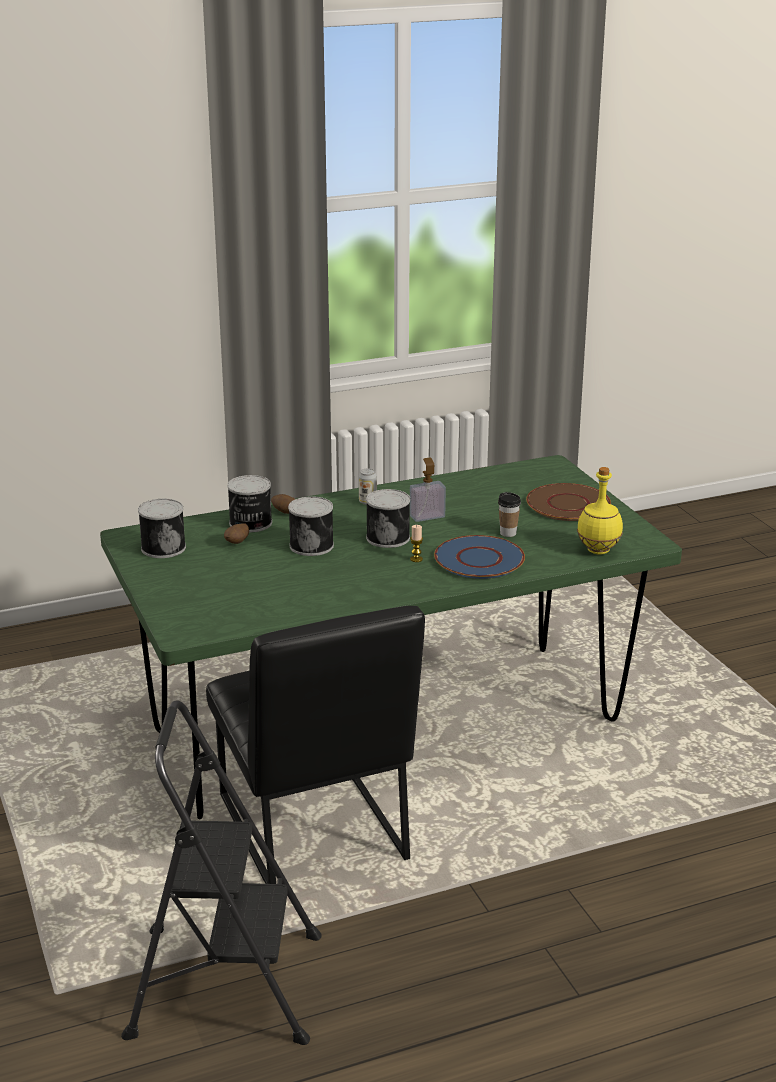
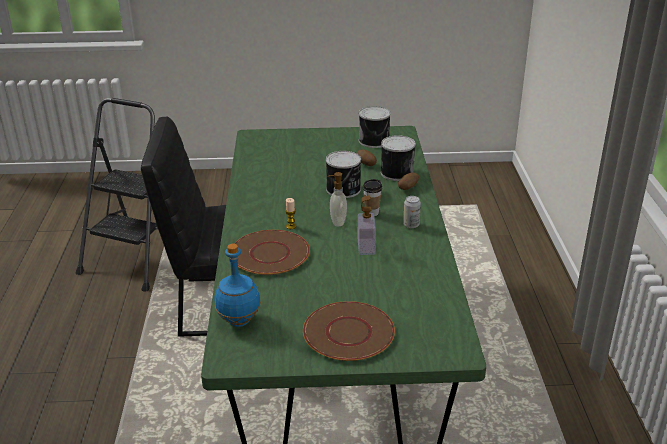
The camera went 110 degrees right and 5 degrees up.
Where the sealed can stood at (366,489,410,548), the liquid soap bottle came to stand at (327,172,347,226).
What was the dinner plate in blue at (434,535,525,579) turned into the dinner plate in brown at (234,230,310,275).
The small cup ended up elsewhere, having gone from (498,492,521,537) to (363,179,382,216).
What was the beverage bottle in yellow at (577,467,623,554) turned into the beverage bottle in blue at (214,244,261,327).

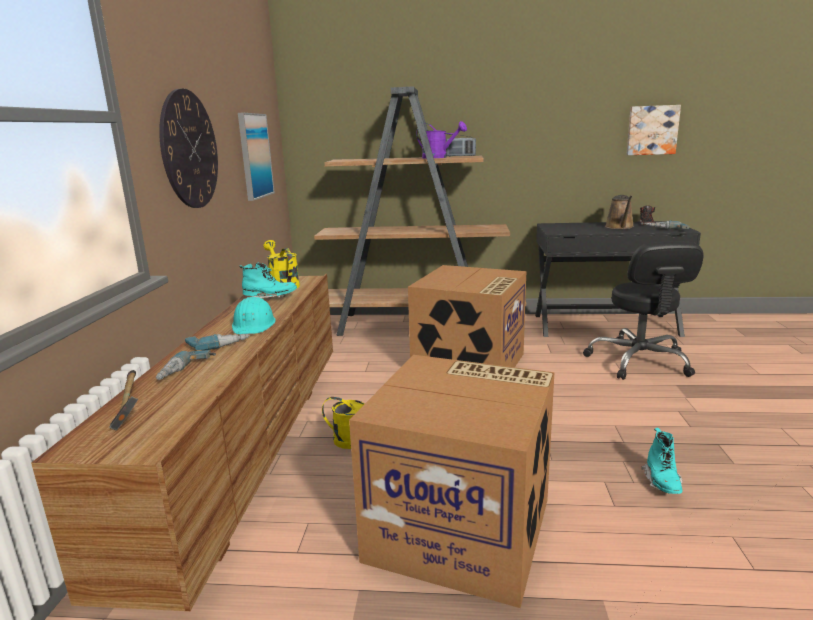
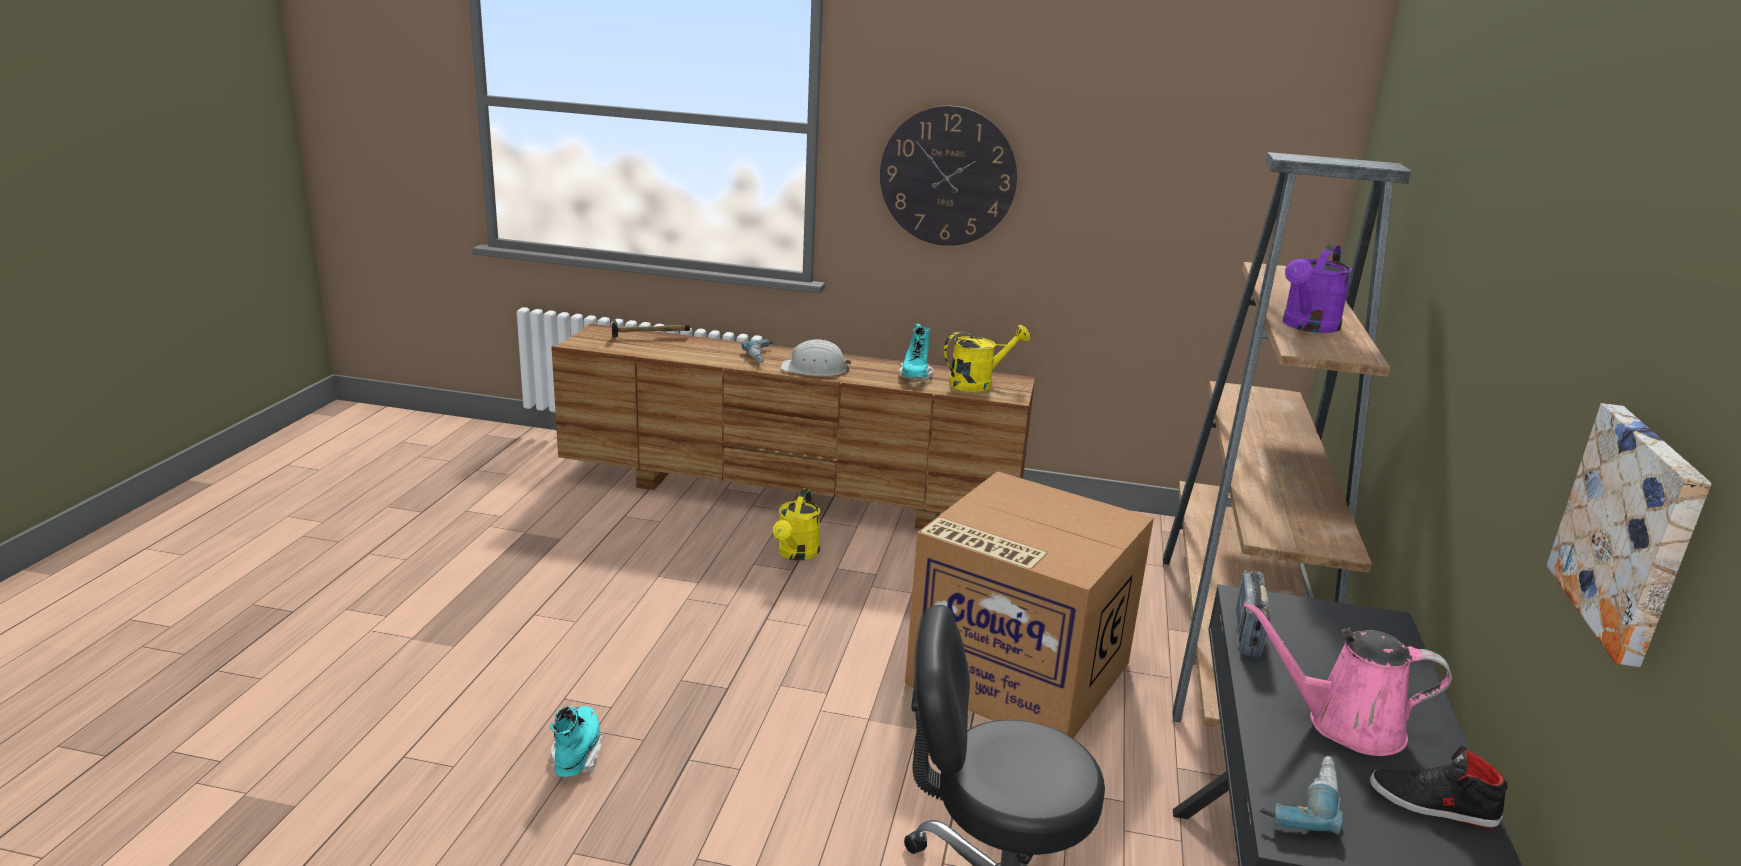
The camera went 95 degrees right and 5 degrees up.
The second view lost the electric drill at (156,350,216,380).
What was the safety helmet in blue-green at (232,297,276,334) turned into the safety helmet in white at (781,340,851,377).
The second view lost the picture at (238,113,275,201).
The second view lost the cardboard box at (349,355,555,608).
The radio set ended up elsewhere, having gone from (446,135,476,156) to (1236,570,1271,658).
What was the watering can in brown at (605,195,634,229) turned into the watering can in pink at (1244,601,1452,756).
The boot in blue-green at (641,428,682,494) ended up facing another way, 75 degrees clockwise from before.

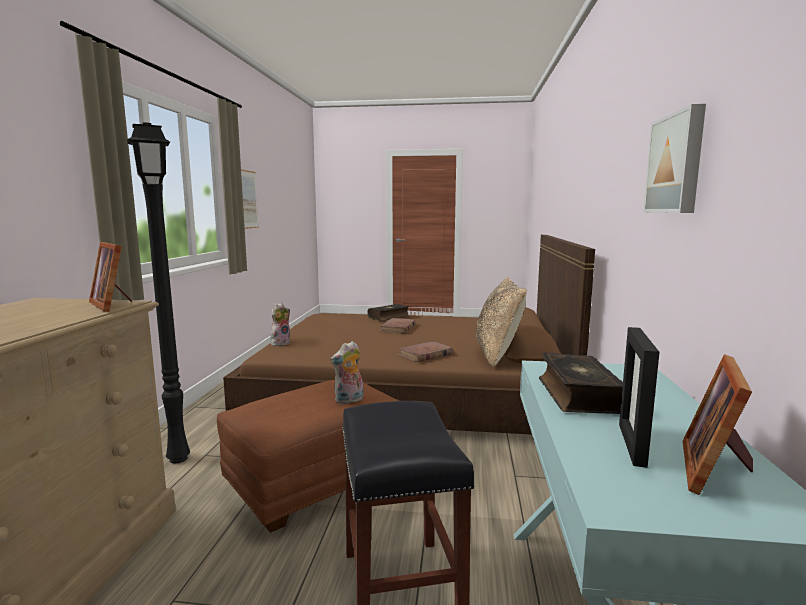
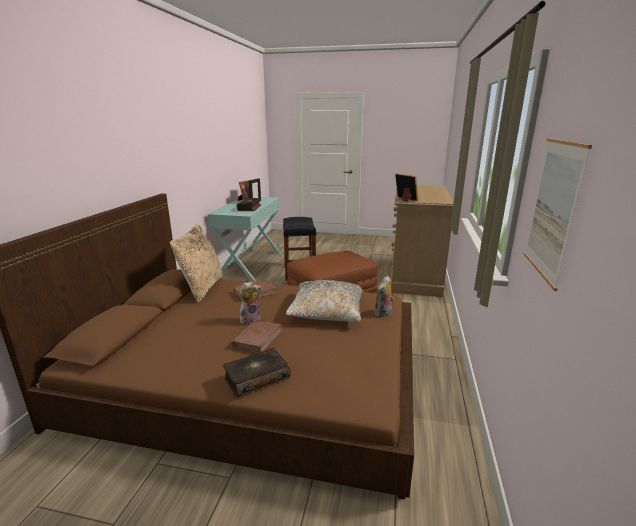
The camera went 175 degrees left and 10 degrees up.
The second view lost the floor lamp in black at (127,122,190,463).
The plush toy ended up elsewhere, having gone from (330,341,363,404) to (240,281,262,324).
The second view lost the picture at (643,104,706,213).
The second view gained the pillow in white at (286,280,363,322).

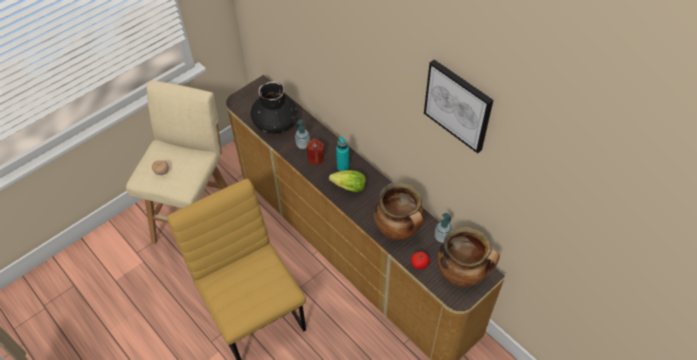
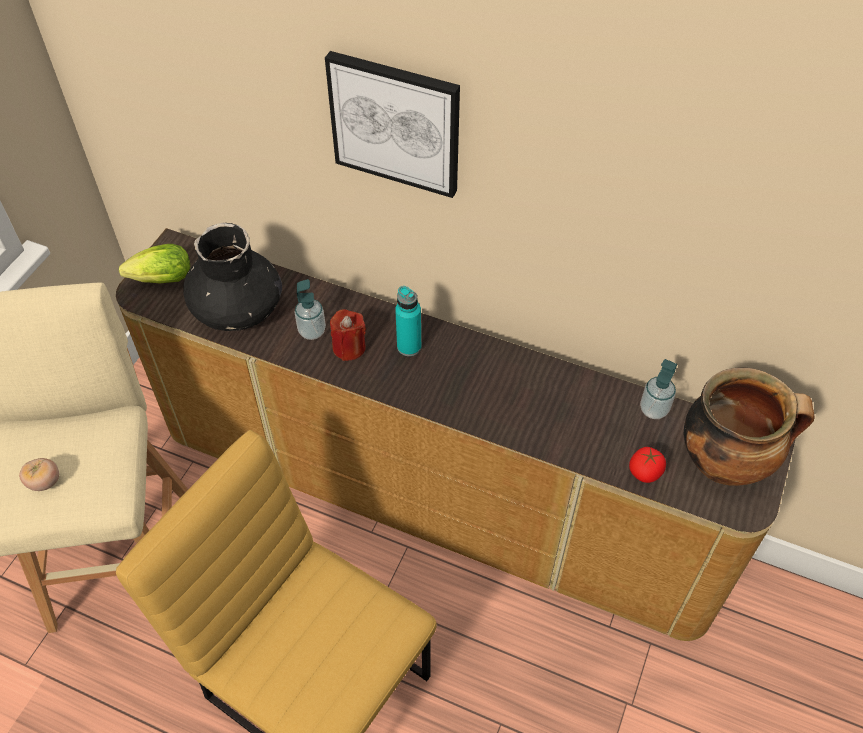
The camera went 25 degrees left and 0 degrees up.
The head of lettuce ended up elsewhere, having gone from (329,170,366,192) to (119,244,190,284).
The second view lost the saucepot at (374,182,424,240).
The picture ended up elsewhere, having gone from (424,59,493,153) to (325,51,460,198).

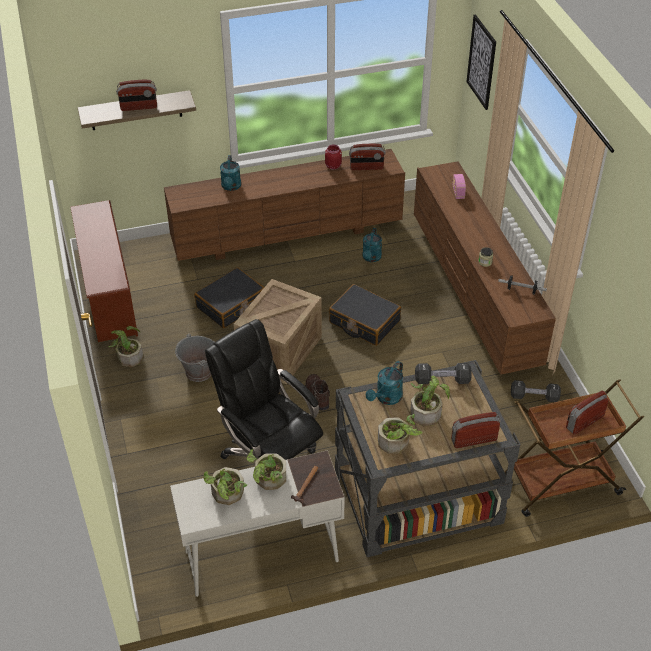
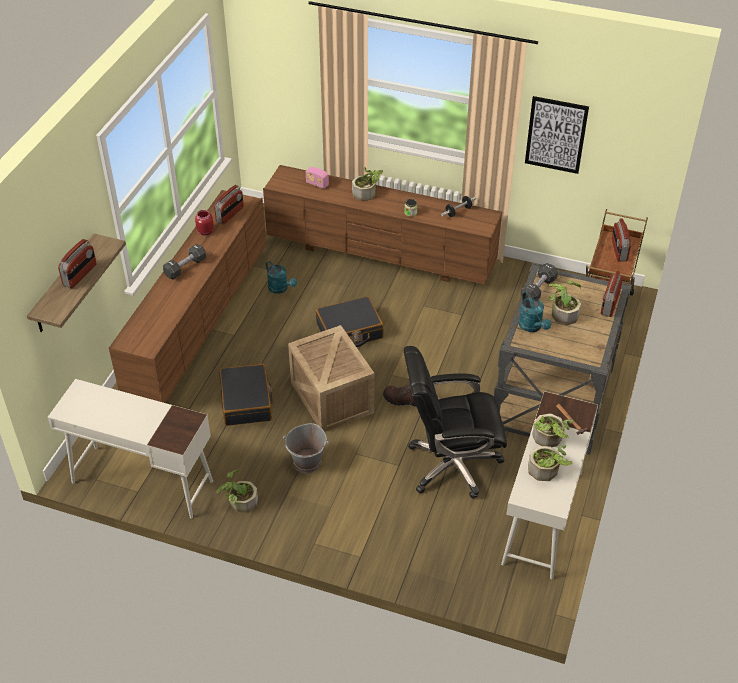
The camera went 55 degrees left and 0 degrees up.
Where the shoe shelf in brown stood at (71,200,138,342), the desk in white came to stand at (48,379,213,519).
The second view lost the watering can in blue-green at (220,155,241,191).
The potted plant ended up elsewhere, having gone from (378,414,423,454) to (352,167,383,201).
The picture ended up elsewhere, having gone from (466,15,496,110) to (525,96,589,174).
The free weight in black ended up elsewhere, having gone from (511,380,561,402) to (163,244,206,280).

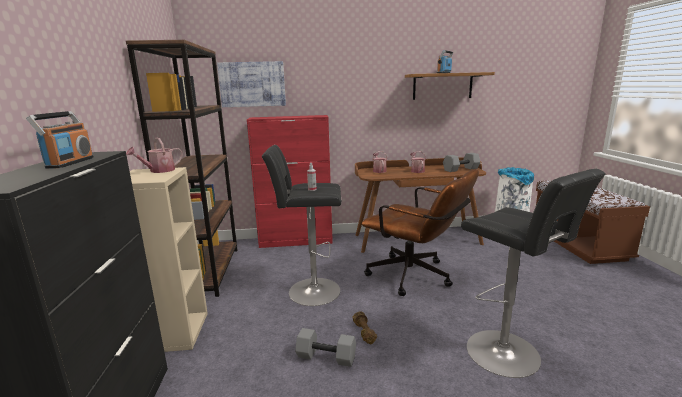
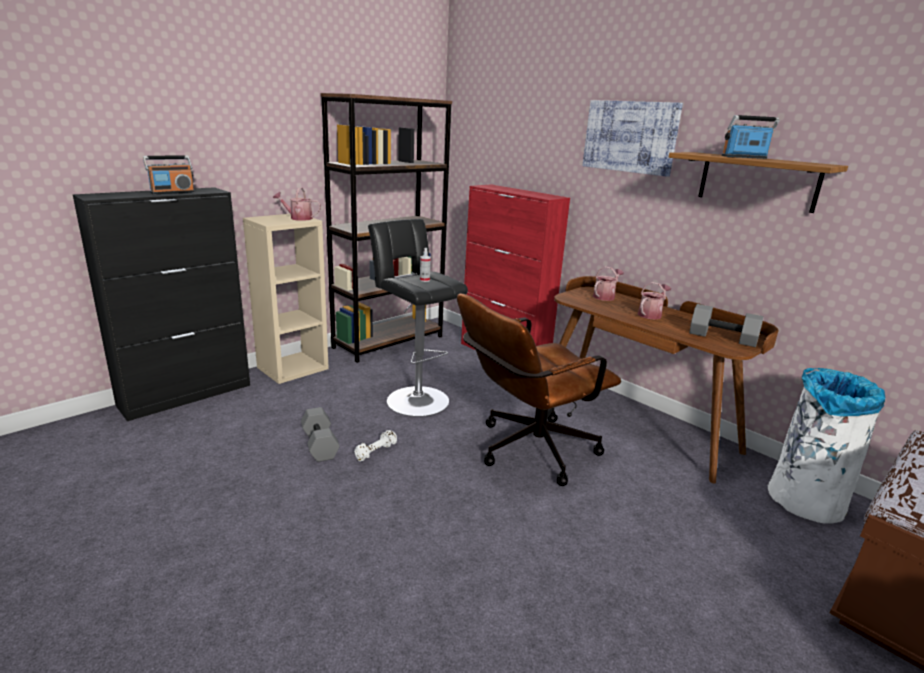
The camera went 50 degrees right and 5 degrees up.
The picture ended up elsewhere, having gone from (217,61,286,107) to (582,100,683,177).
What was the free weight in brown at (352,311,377,345) turned into the free weight in white at (354,430,397,462).
The office chair in brown at (361,169,479,296) ended up facing another way, 60 degrees clockwise from before.
The second view lost the stool seat in black at (461,169,606,378).

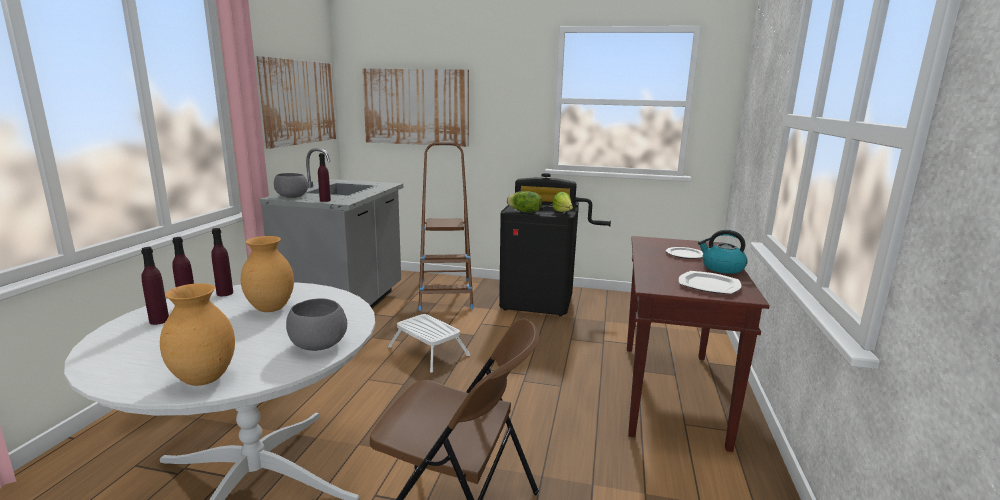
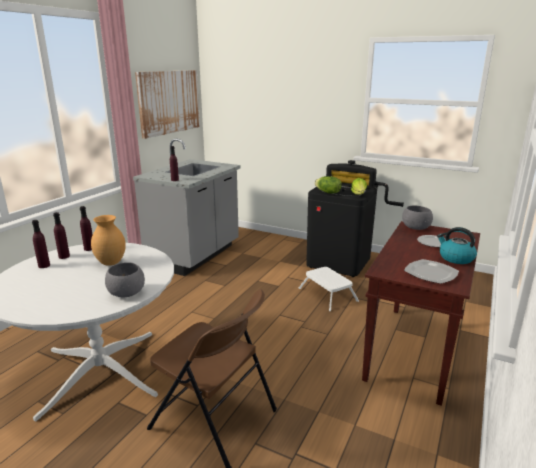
The camera went 15 degrees right and 5 degrees up.
The second view lost the decorative vase in brown at (160,283,235,386).
The serving bowl in gray ended up elsewhere, having gone from (274,173,308,198) to (402,206,433,230).
The second view lost the picture at (362,68,469,147).
The stepladder in white ended up elsewhere, having gone from (388,314,470,372) to (298,267,359,311).
The second view lost the stepladder in brown at (418,142,474,311).

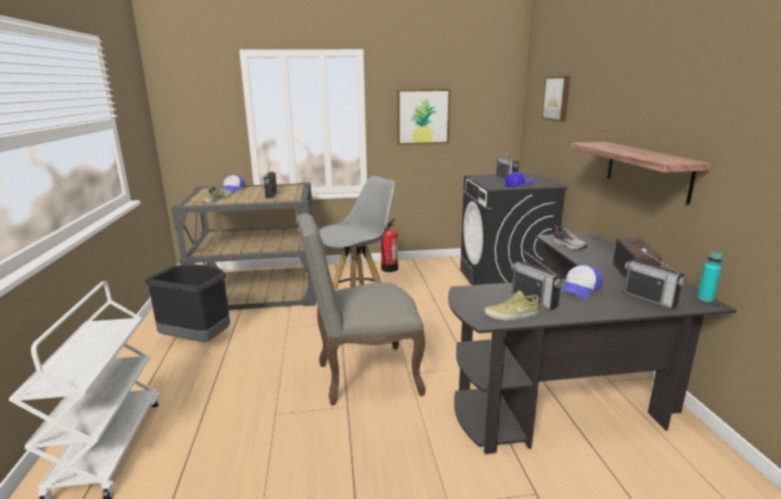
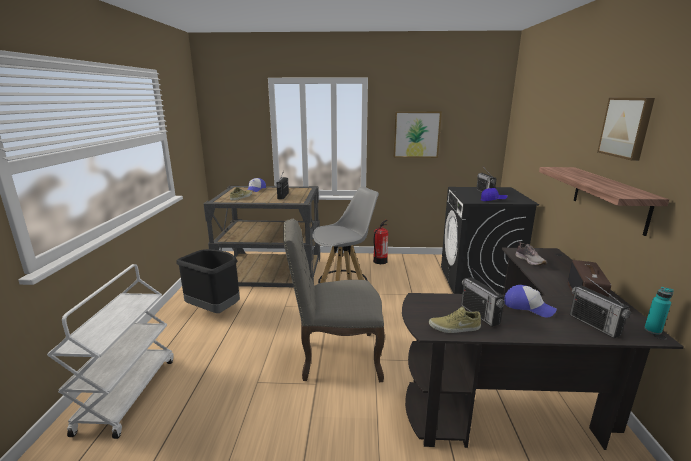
The camera went 10 degrees right and 0 degrees up.
The picture ended up elsewhere, having gone from (542,76,570,122) to (597,98,655,161).
The cap at (561,265,603,298) ended up facing another way, 105 degrees counterclockwise from before.

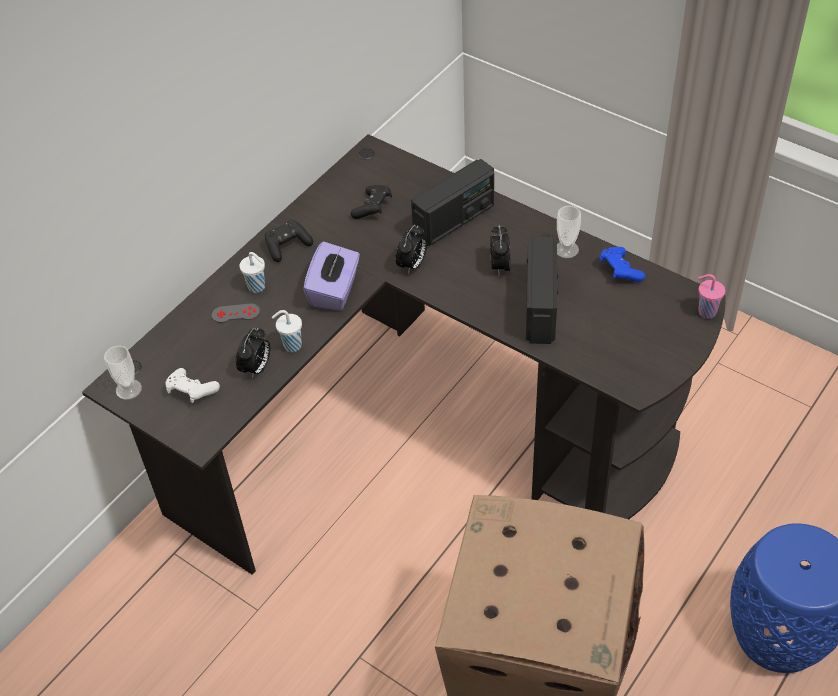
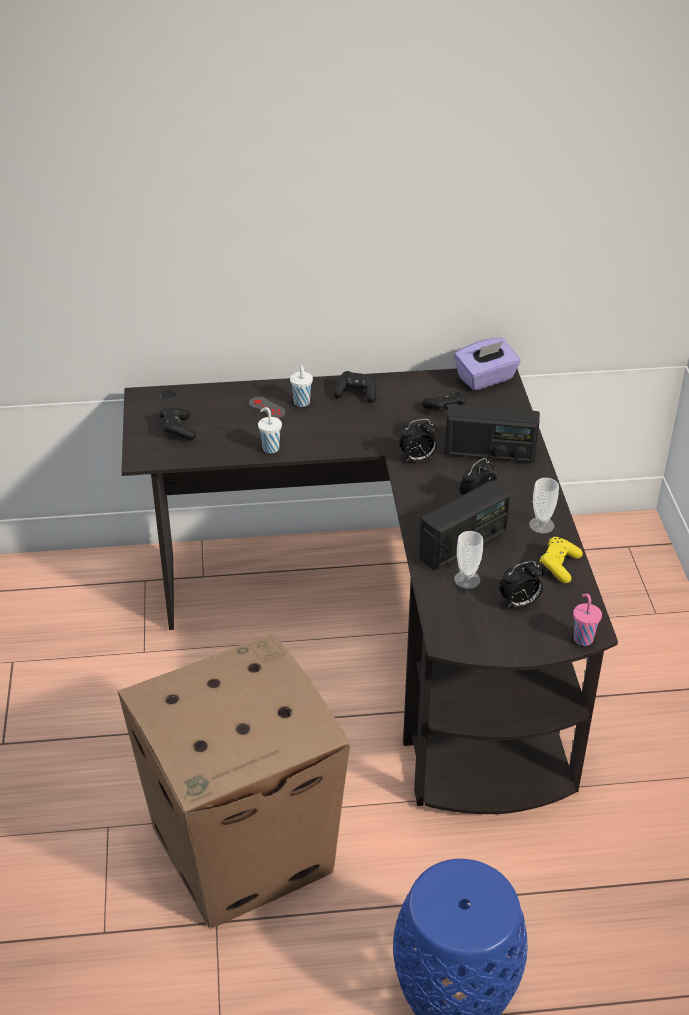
The camera went 45 degrees right and 10 degrees down.
The small cup ended up elsewhere, having gone from (104,346,142,400) to (454,531,483,589).
What was the gamepad in white at (165,368,220,403) turned into the gamepad in black at (160,407,196,440).
The table clock ended up elsewhere, having gone from (236,328,270,379) to (499,561,544,608).
The tissue holder in purple ended up elsewhere, having gone from (303,242,360,311) to (454,338,520,391).
What was the gamepad in blue at (599,247,645,282) turned into the gamepad in yellow at (539,537,583,583).

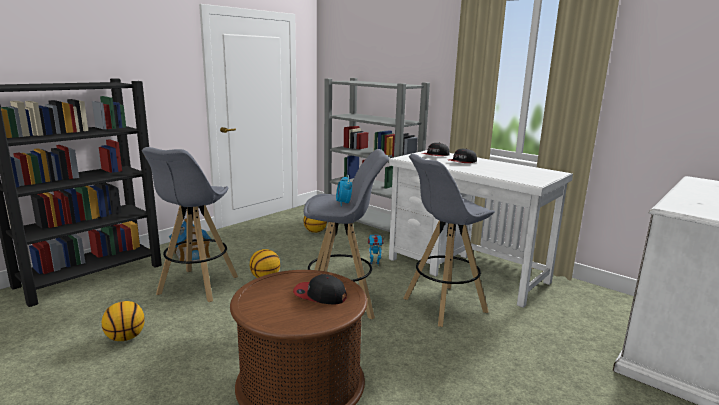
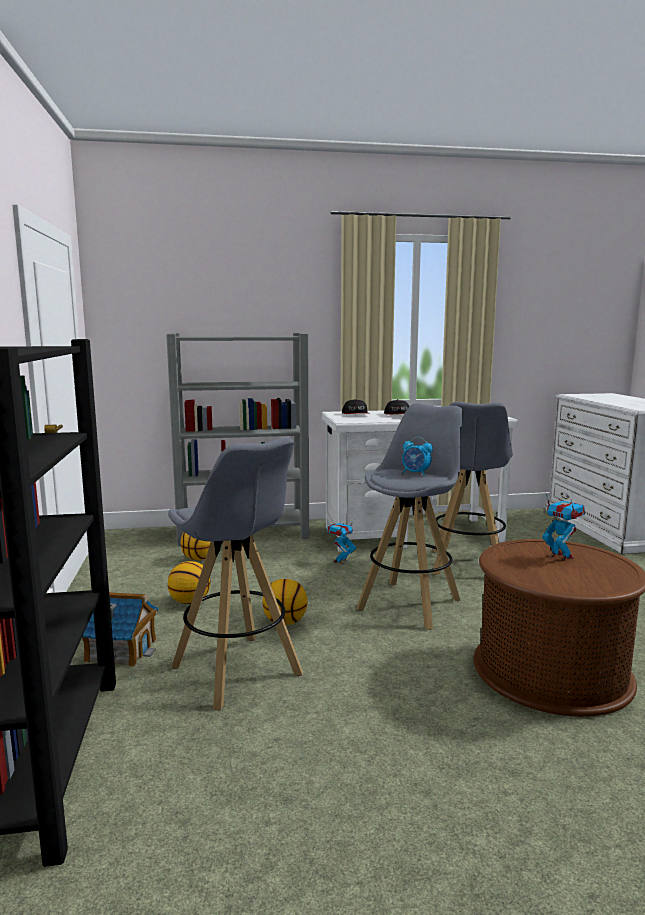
The camera went 50 degrees left and 5 degrees down.
The basketball ball ended up elsewhere, having gone from (102,301,145,341) to (168,561,211,604).
Where the cap stood at (293,274,347,304), the robot figure came to stand at (542,494,585,561).

